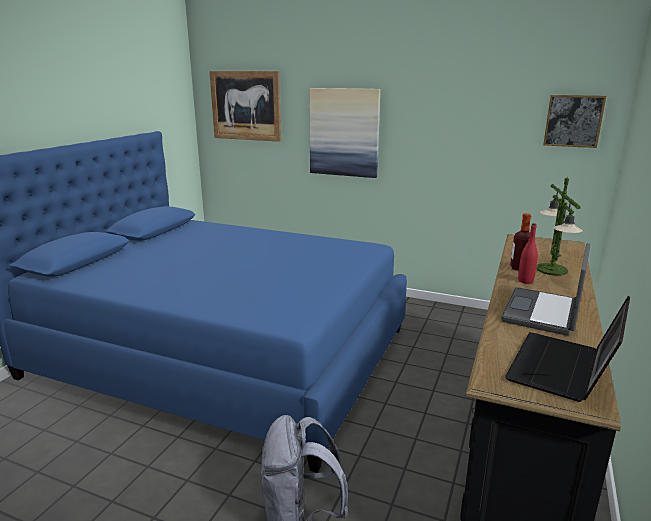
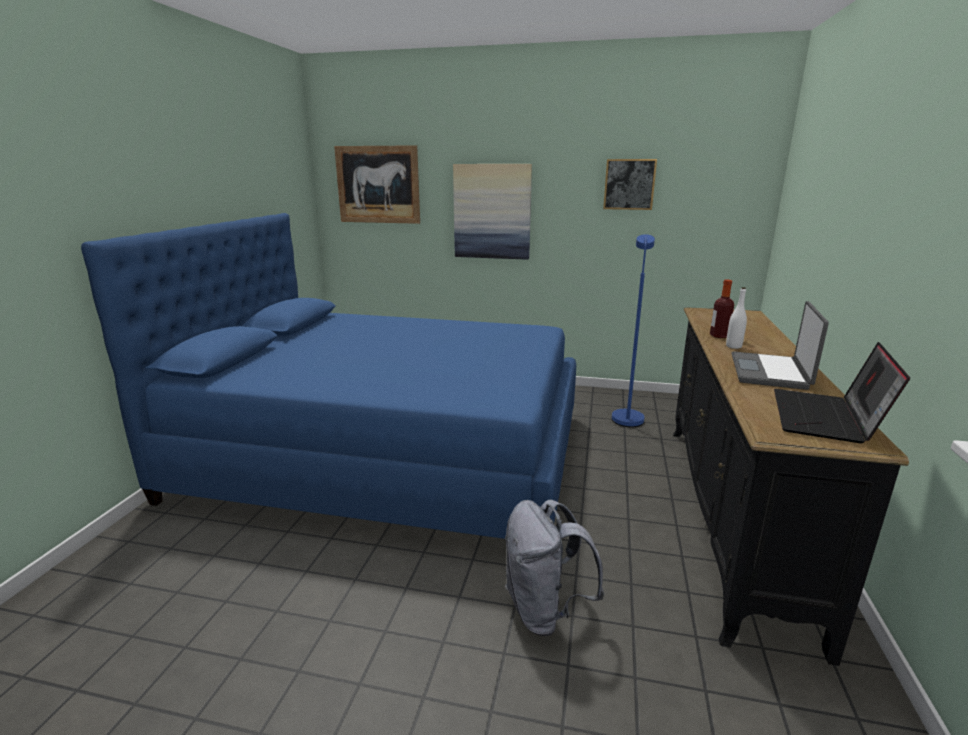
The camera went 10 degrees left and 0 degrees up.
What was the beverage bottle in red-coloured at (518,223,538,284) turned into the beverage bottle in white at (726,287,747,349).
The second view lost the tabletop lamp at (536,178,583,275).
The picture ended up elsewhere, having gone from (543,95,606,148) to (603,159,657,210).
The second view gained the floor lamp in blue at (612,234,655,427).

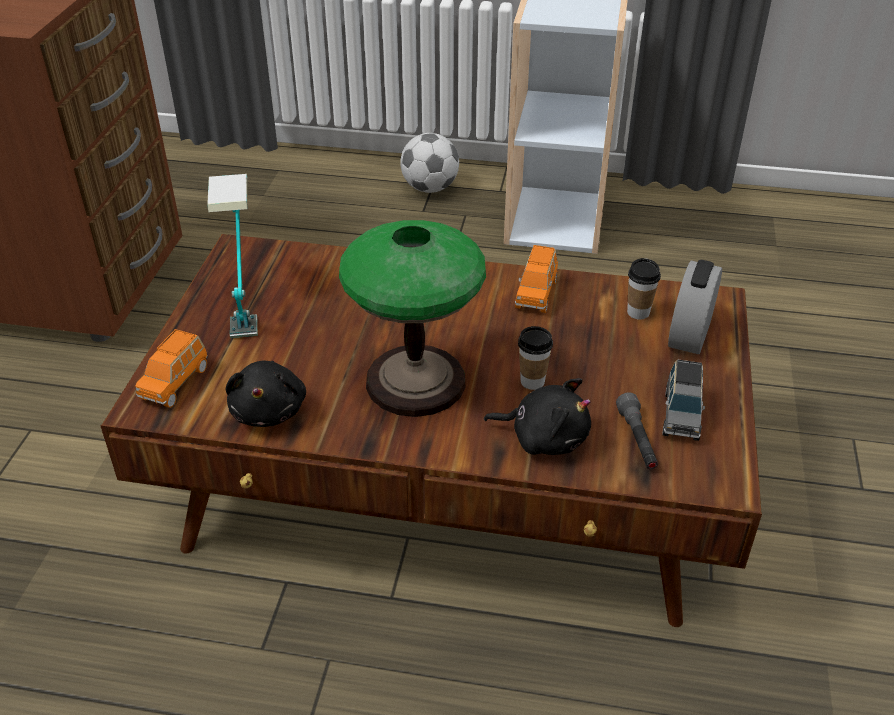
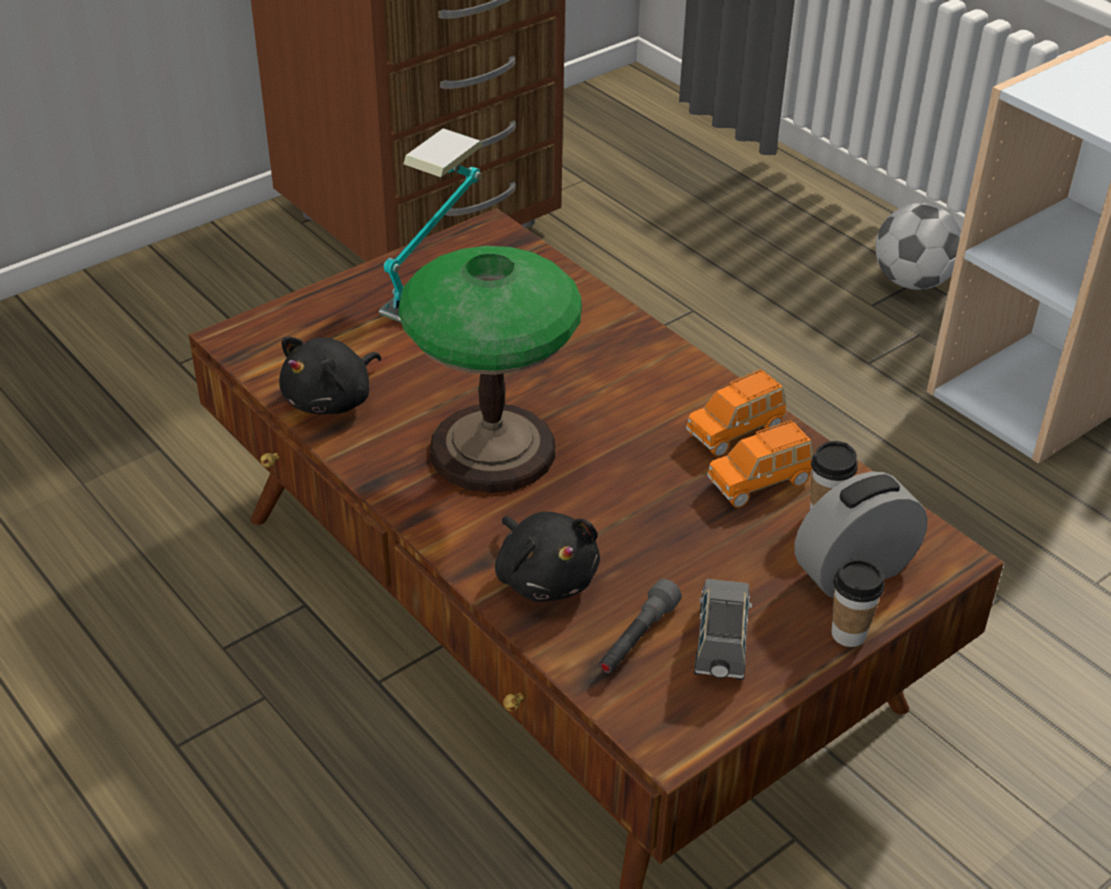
The camera went 40 degrees right and 0 degrees up.
The miniature car in orange-coloured ended up elsewhere, having gone from (136,329,208,408) to (707,420,814,508).
The small cup ended up elsewhere, having gone from (518,326,553,390) to (832,559,884,647).
The miniature car in gray at (662,360,705,441) ended up facing another way, 135 degrees clockwise from before.

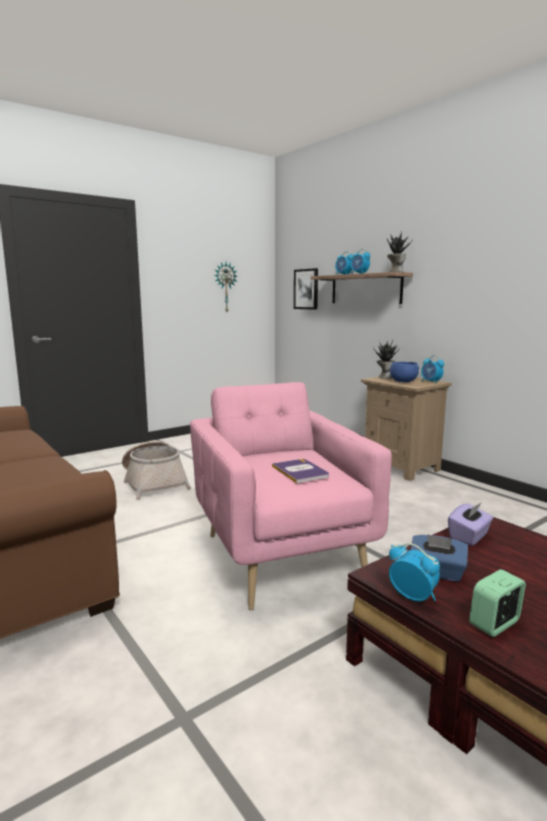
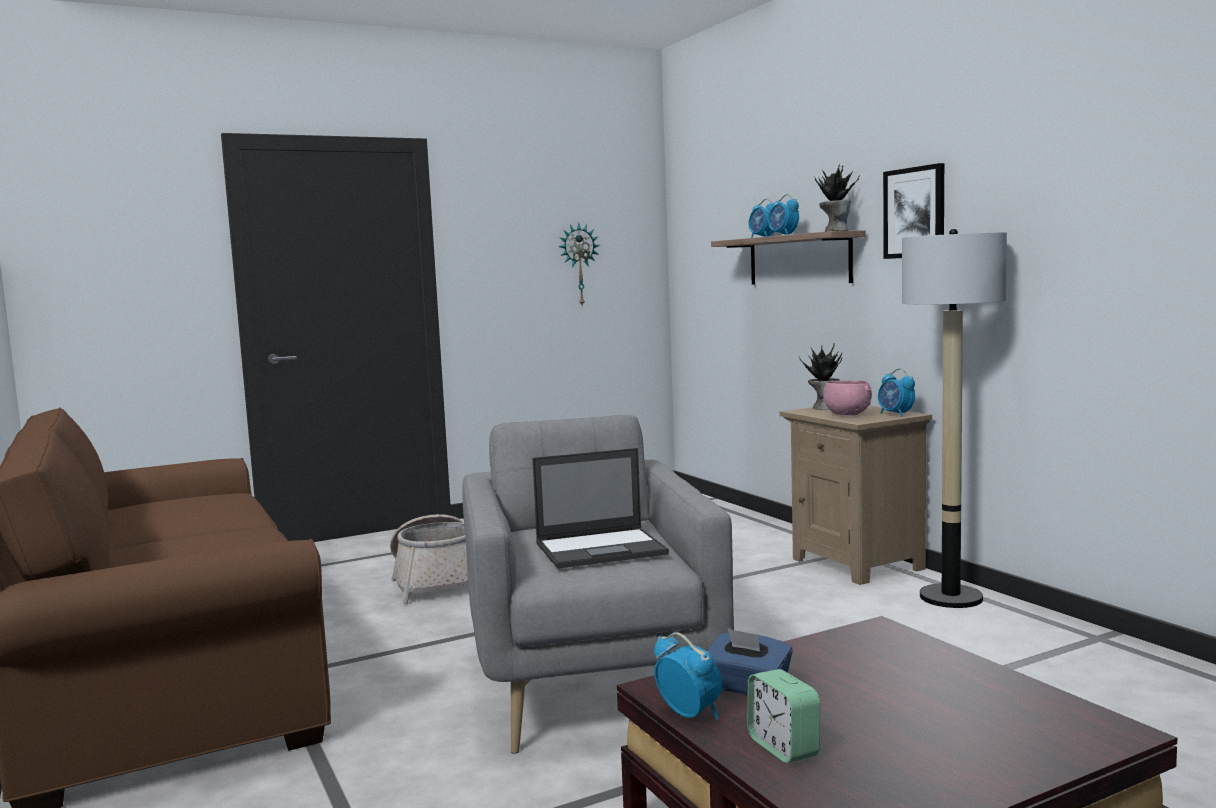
The camera went 10 degrees right and 5 degrees down.
What was the easy chair in pink at (190,382,392,610) turned into the easy chair in gray at (462,415,734,754).
Where the bound book stood at (272,459,329,483), the notebook computer came to stand at (532,448,669,569).
The picture ended up elsewhere, having gone from (294,268,318,310) to (883,163,944,259).
What was the serving bowl in blue at (390,362,419,383) turned into the serving bowl in pink at (823,380,872,415).
The second view lost the tissue holder in purple at (448,502,493,546).
The table clock at (469,569,526,637) ended up facing another way, 90 degrees counterclockwise from before.
The second view gained the floor lamp at (902,229,1007,608).

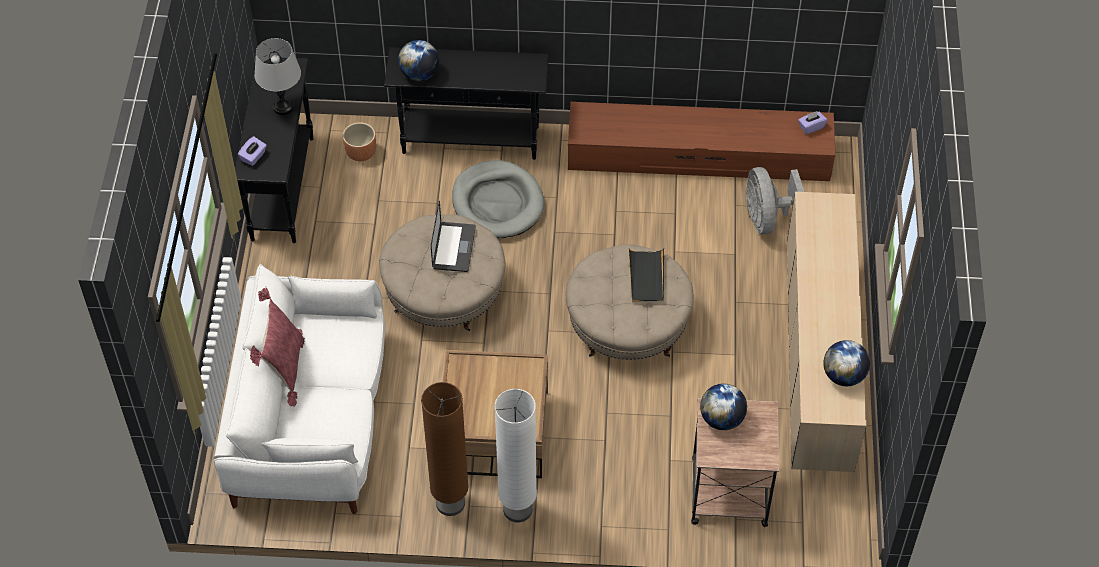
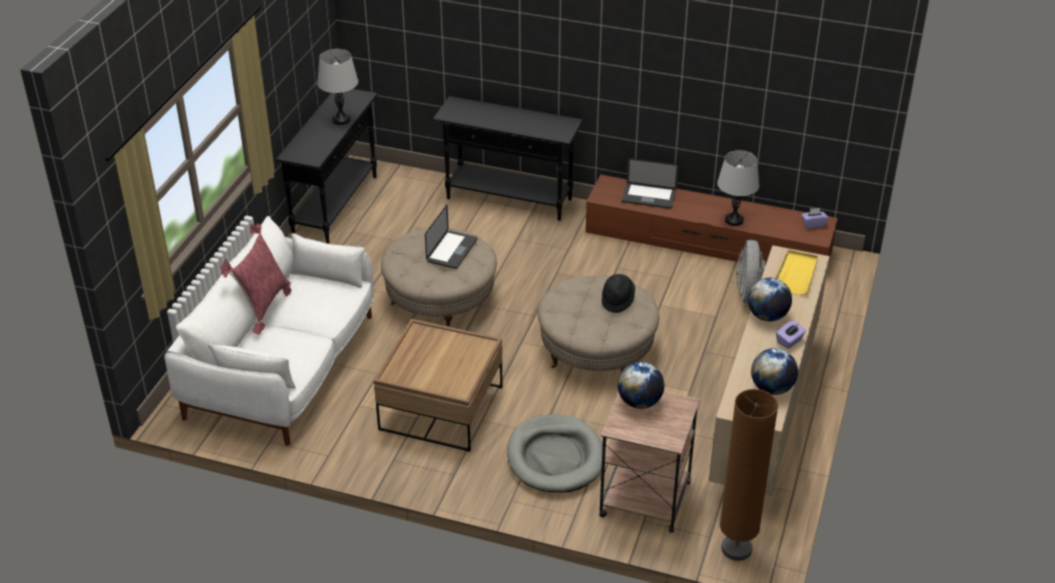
The camera went 15 degrees right and 15 degrees down.
The tissue holder in purple ended up elsewhere, having gone from (238,136,267,166) to (776,320,806,349).
The second view lost the flower pot in brown at (343,122,376,161).
The desk globe ended up elsewhere, having gone from (398,40,439,81) to (748,278,792,321).
The floor lamp in brown ended up elsewhere, having gone from (421,382,469,516) to (720,389,778,561).
The dog cushion in gray ended up elsewhere, having gone from (452,160,544,238) to (507,414,603,493).
The second view lost the floor lamp in white at (494,389,537,523).
Where the serving tray in black stood at (628,248,664,302), the wearable hat in black came to stand at (602,274,635,313).
The second view gained the notebook computer at (622,158,678,209).
The second view gained the tabletop lamp in gray at (717,150,759,226).
The second view gained the serving tray in yellow at (776,250,818,295).

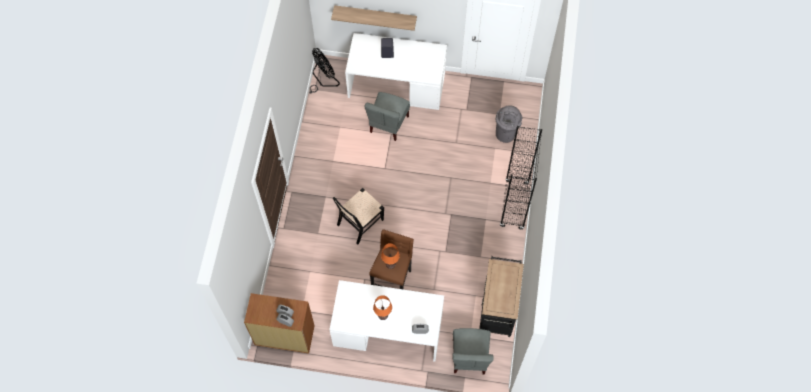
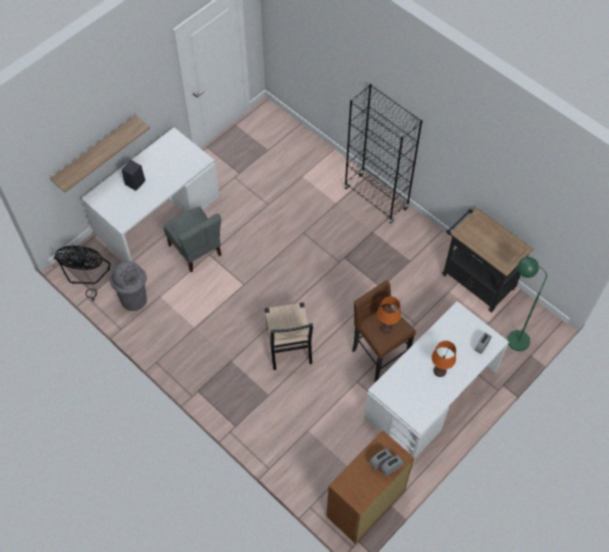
The camera went 55 degrees left and 5 degrees down.
Where the upright chair in gray stood at (452,328,494,375), the floor lamp in green-coloured came to stand at (507,257,547,351).
The rubbish bin in gray ended up elsewhere, having gone from (495,105,523,143) to (110,261,147,311).

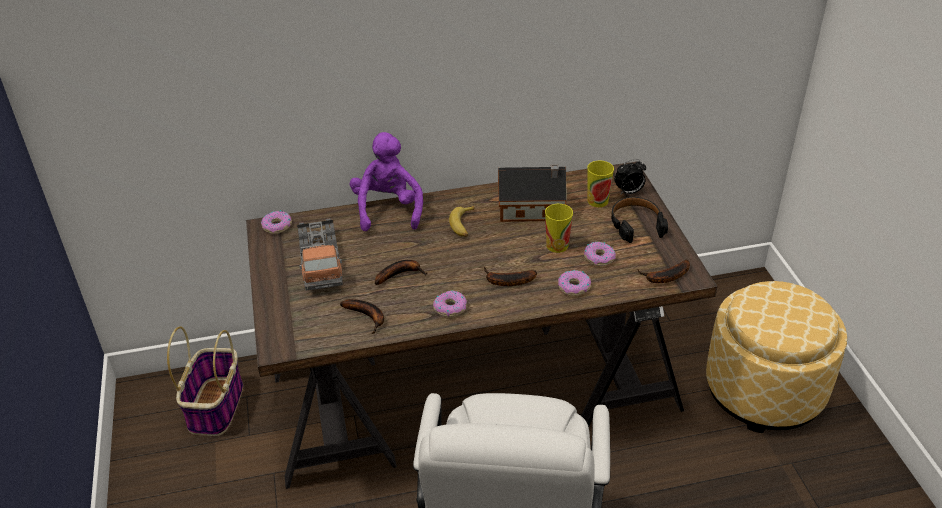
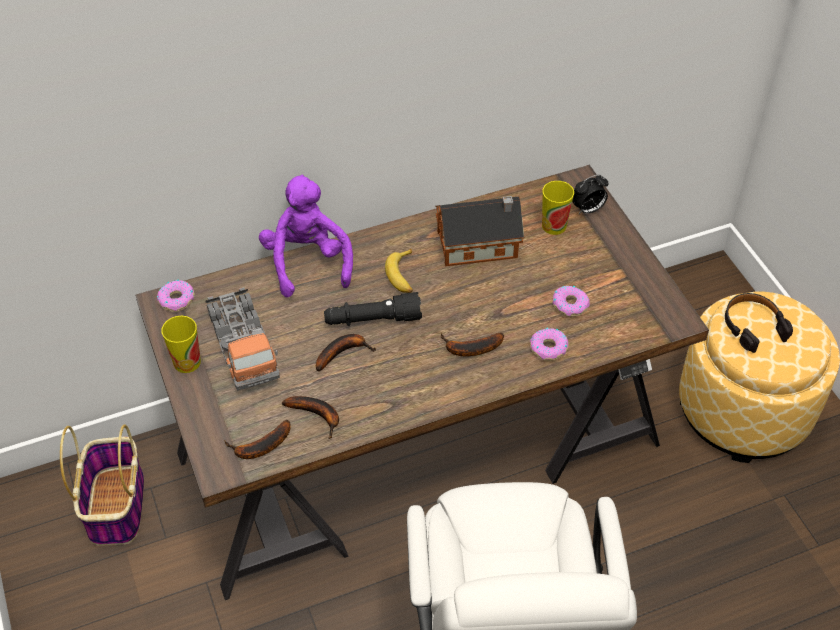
The camera went 10 degrees left and 10 degrees up.
The second view lost the ring doughnut at (433,291,467,317).
The small cup ended up elsewhere, having gone from (545,204,573,253) to (161,316,201,373).
The headphones in black ended up elsewhere, having gone from (611,197,668,243) to (725,293,793,353).
The banana fruit ended up elsewhere, having gone from (638,260,690,283) to (225,420,291,459).
The second view gained the torch in black at (324,292,422,326).

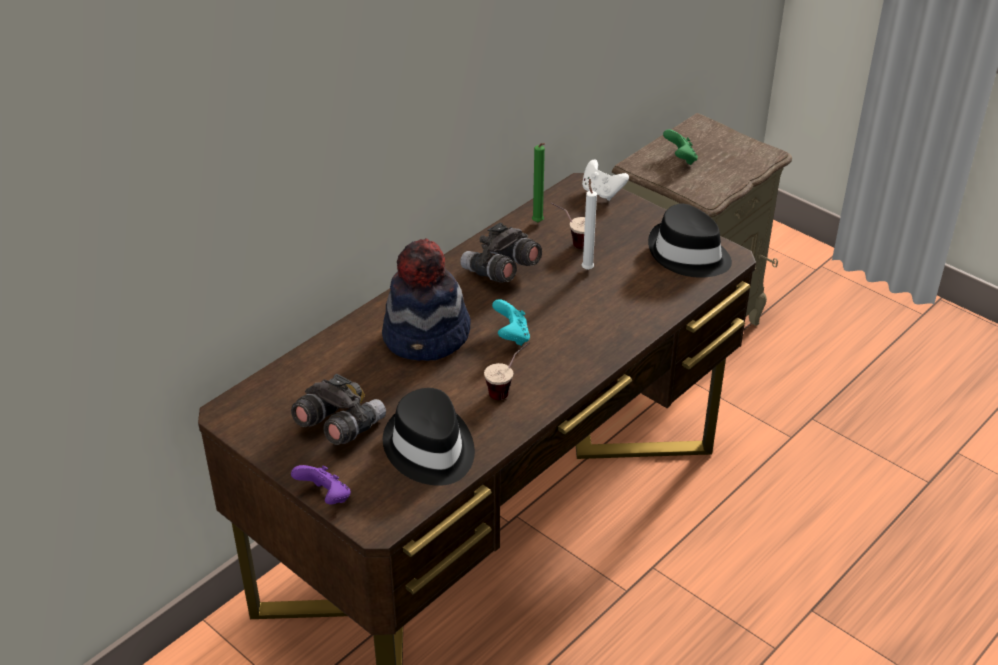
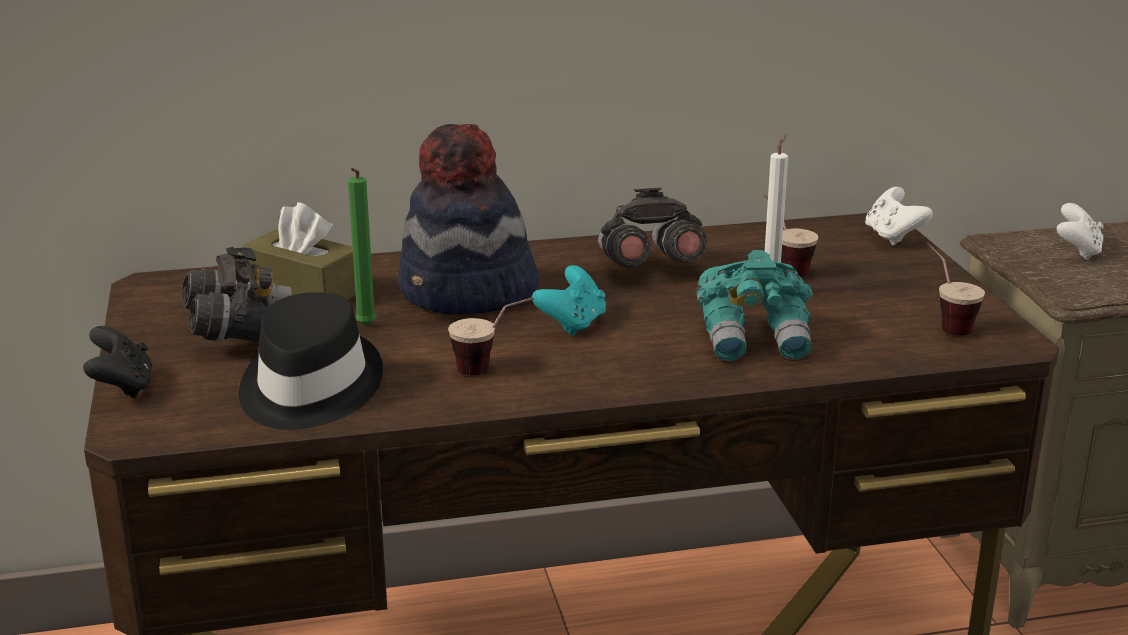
The camera went 35 degrees right and 15 degrees down.
What was the gamepad in purple at (291,465,351,505) turned into the gamepad in black at (83,326,152,398).
The candle in green-coloured ended up elsewhere, having gone from (532,143,545,222) to (348,168,377,326).
Where the wearable hat in black stood at (648,204,732,278), the small cup came to stand at (927,242,985,336).
What was the gamepad in green-coloured at (663,129,698,165) turned into the gamepad in white at (1057,203,1104,260).
The second view gained the tissue holder in brown at (241,202,356,300).
The second view gained the pair of binoculars in blue-green at (697,250,813,361).

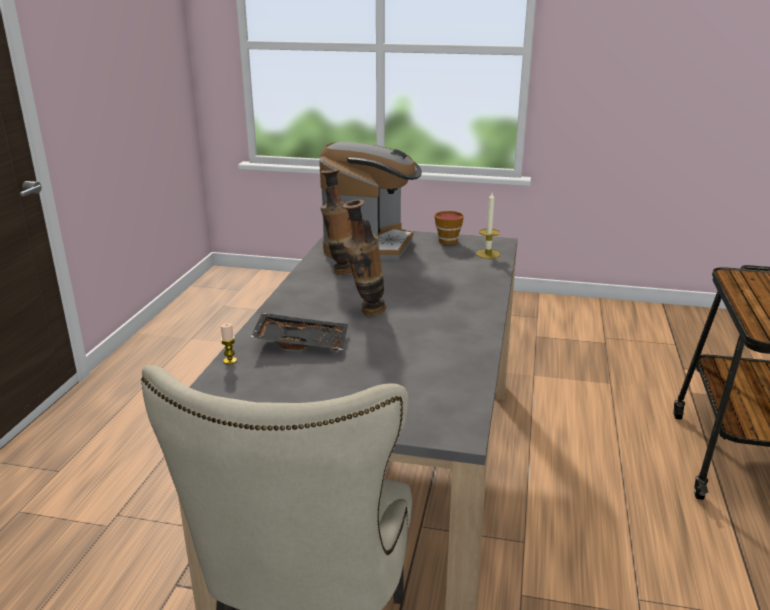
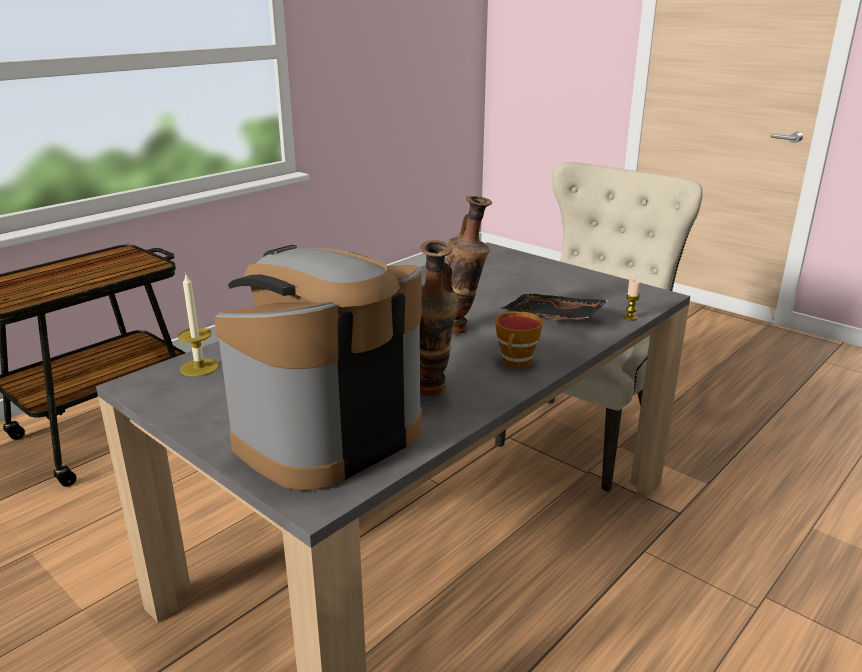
The camera went 150 degrees left and 0 degrees up.
The small cup ended up elsewhere, having gone from (435,211,464,245) to (495,312,543,368).

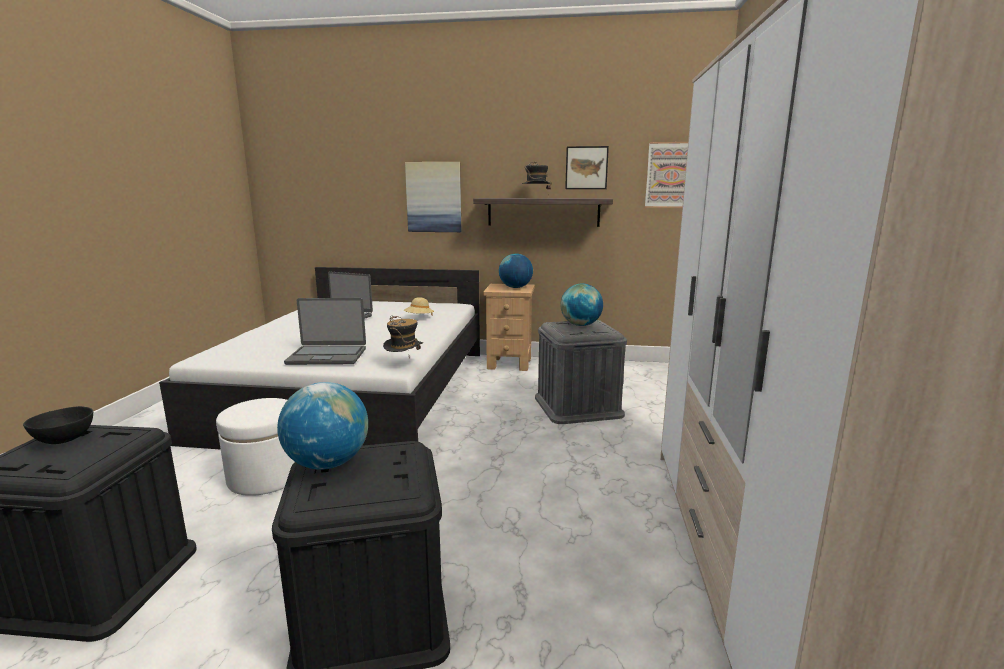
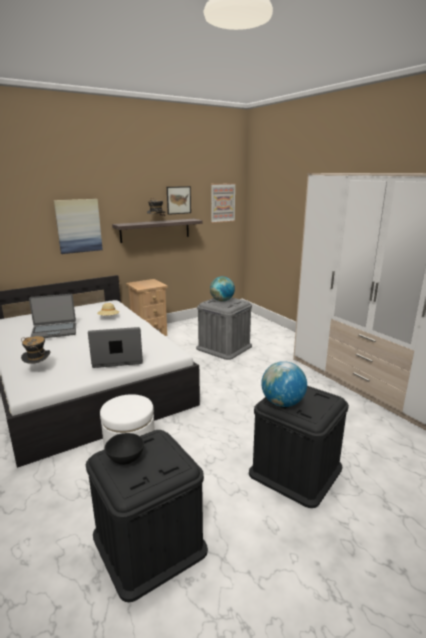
The camera went 40 degrees left and 5 degrees up.
The notebook computer at (284,298,366,365) ended up facing another way, 150 degrees counterclockwise from before.
The wearable hat ended up elsewhere, having gone from (383,315,423,352) to (21,336,50,364).
The second view lost the desk globe at (499,253,533,288).

